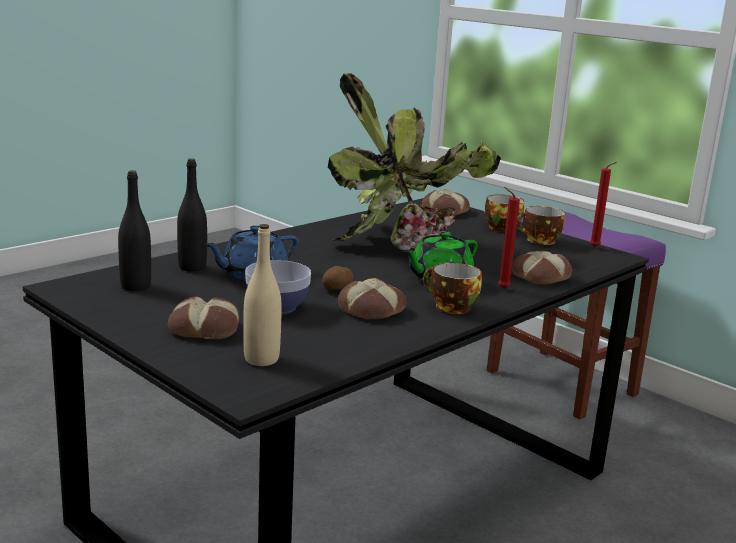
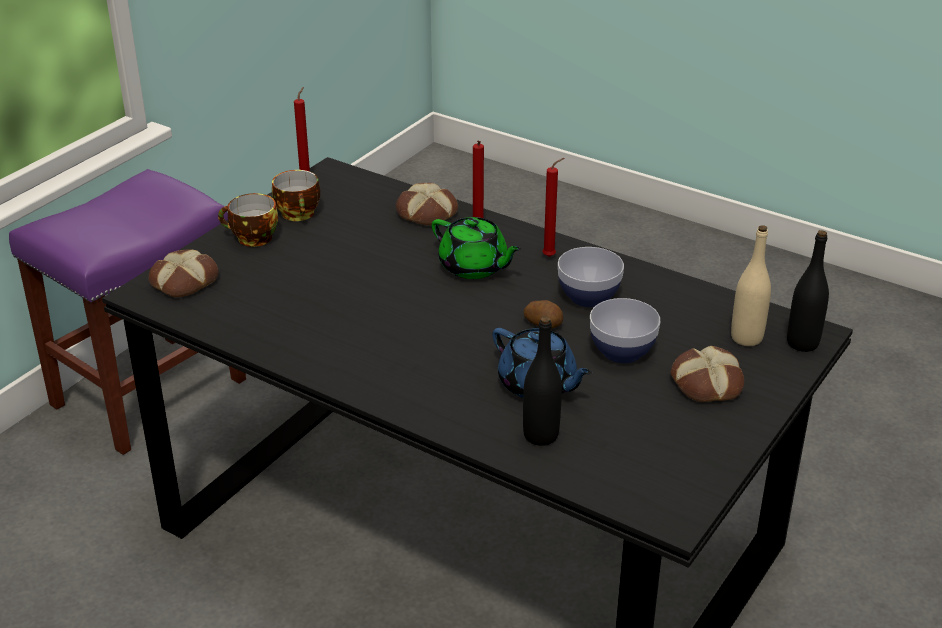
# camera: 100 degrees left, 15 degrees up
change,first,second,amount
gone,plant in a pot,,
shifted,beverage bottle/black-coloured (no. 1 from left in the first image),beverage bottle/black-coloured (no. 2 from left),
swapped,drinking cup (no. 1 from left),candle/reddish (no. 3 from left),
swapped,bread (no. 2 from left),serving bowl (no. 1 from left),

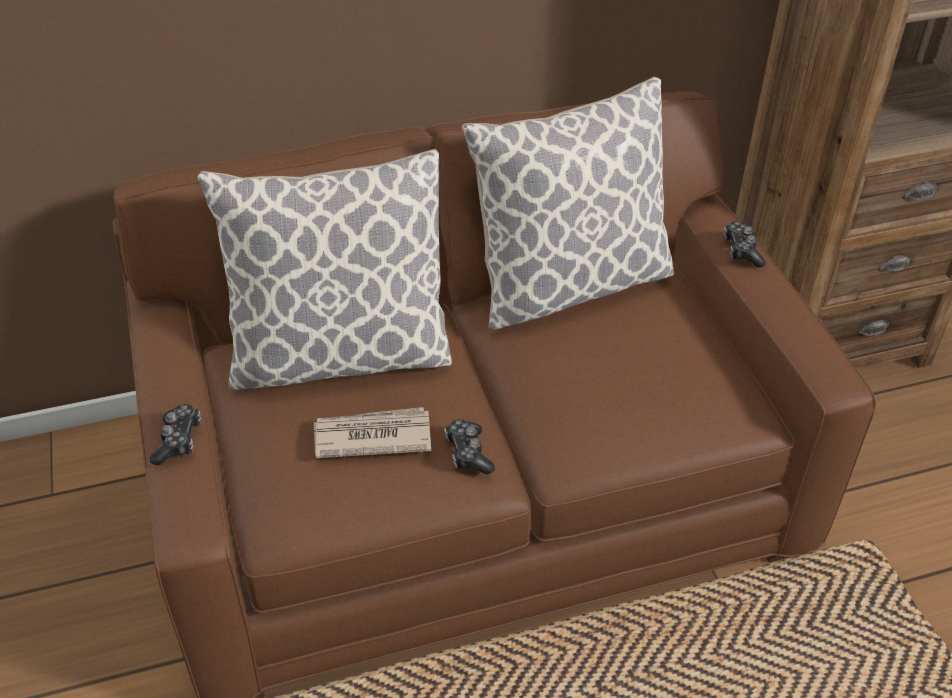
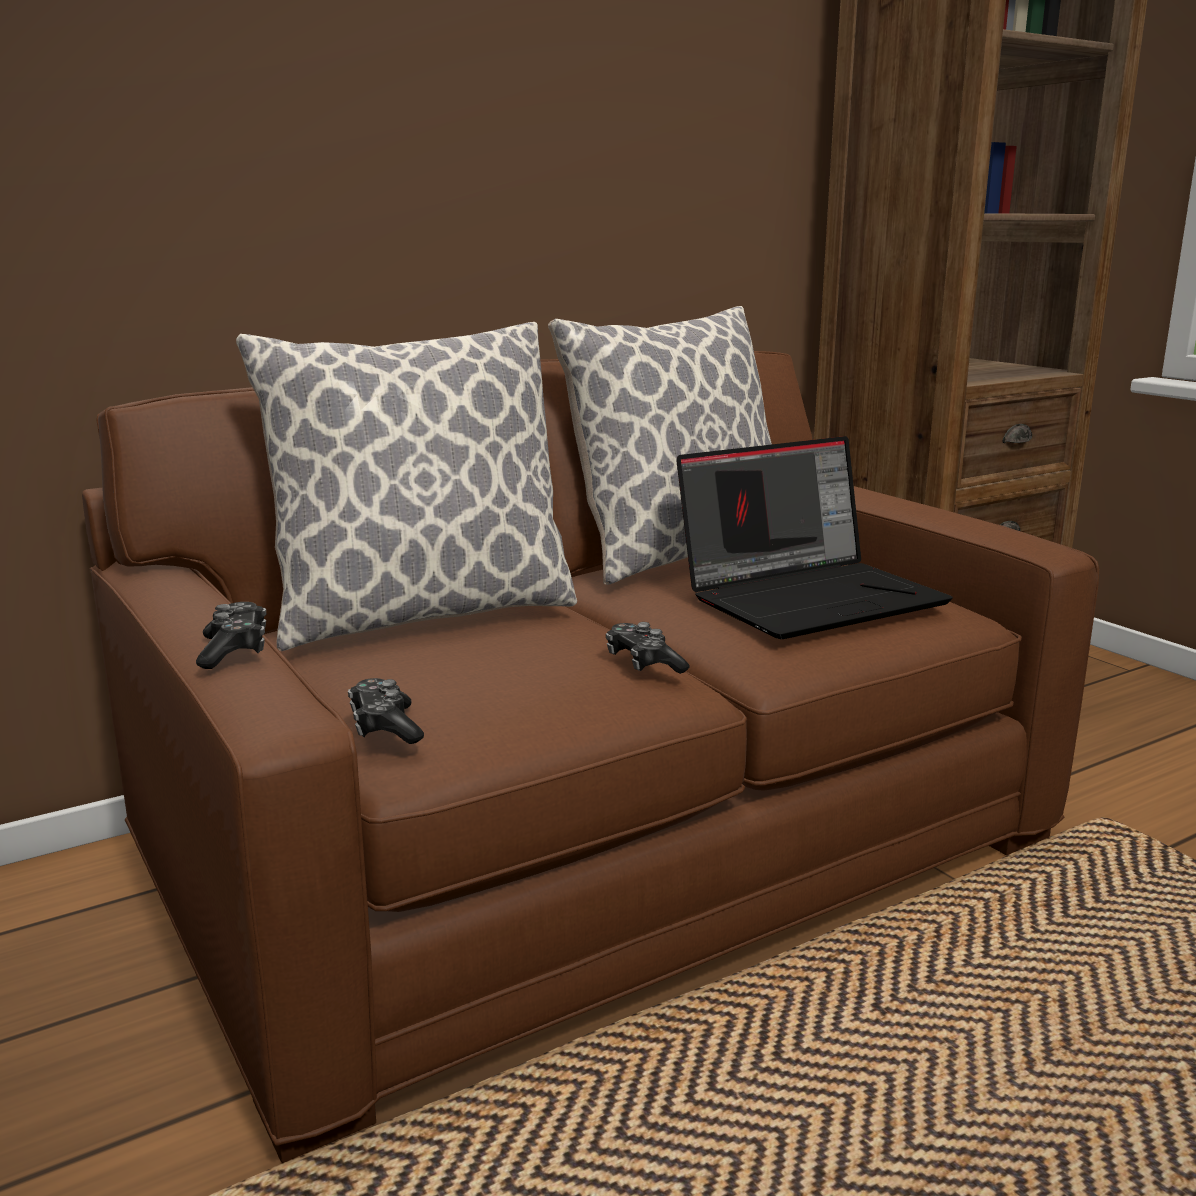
# camera: 15 degrees left, 25 degrees down
change,first,second,amount
shifted,gamepad (no. 3 from left in the first image),gamepad (no. 2 from left),
gone,printed paper,,
new,,laptop,

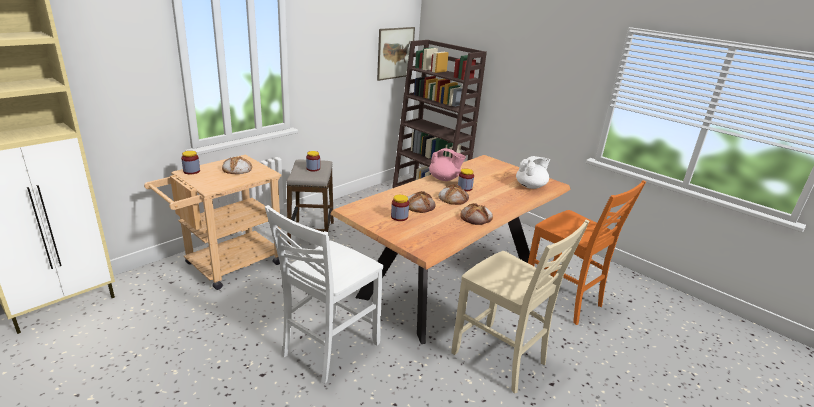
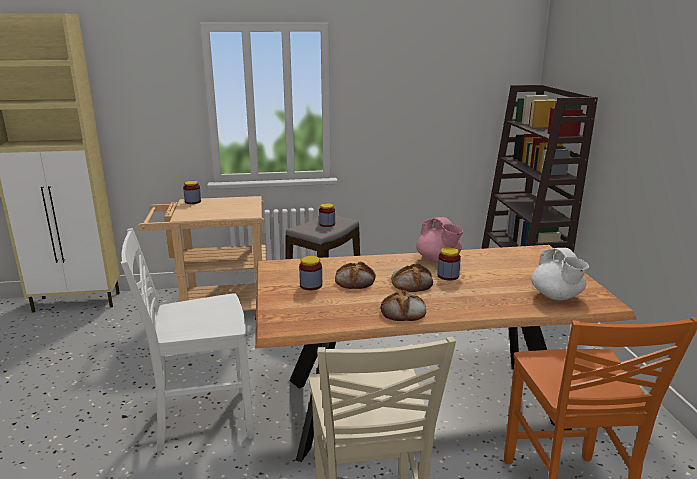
# camera: 40 degrees right, 5 degrees down
change,first,second,amount
gone,wall art,,
gone,bread (no. 1 from left),,
rotated,teapot/whitish,,75 degrees clockwise

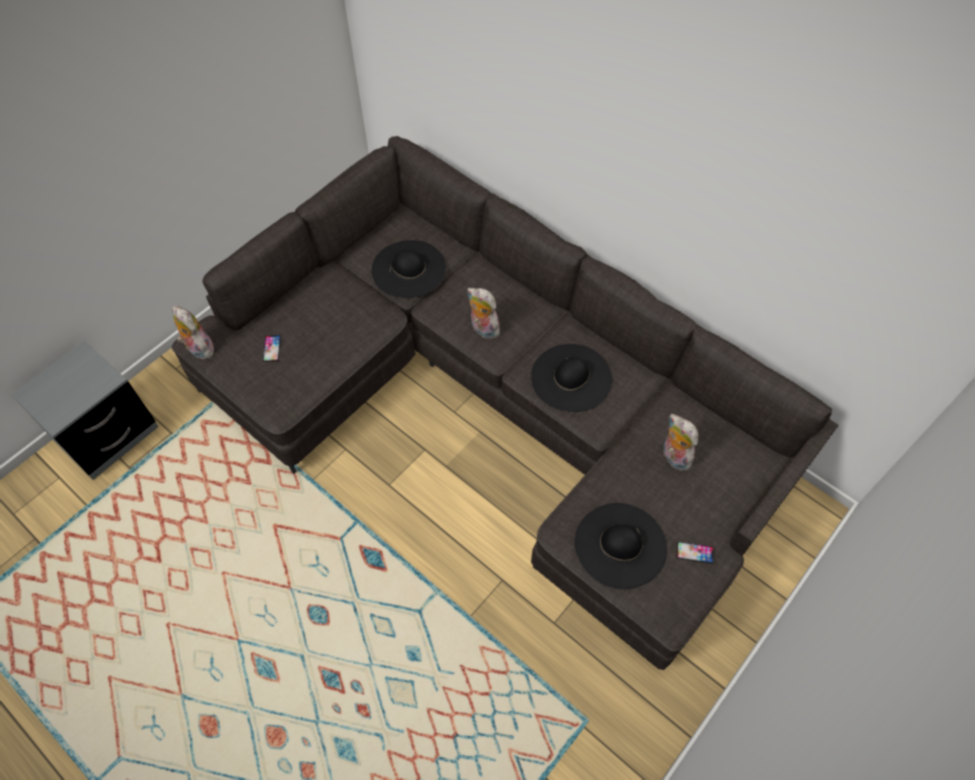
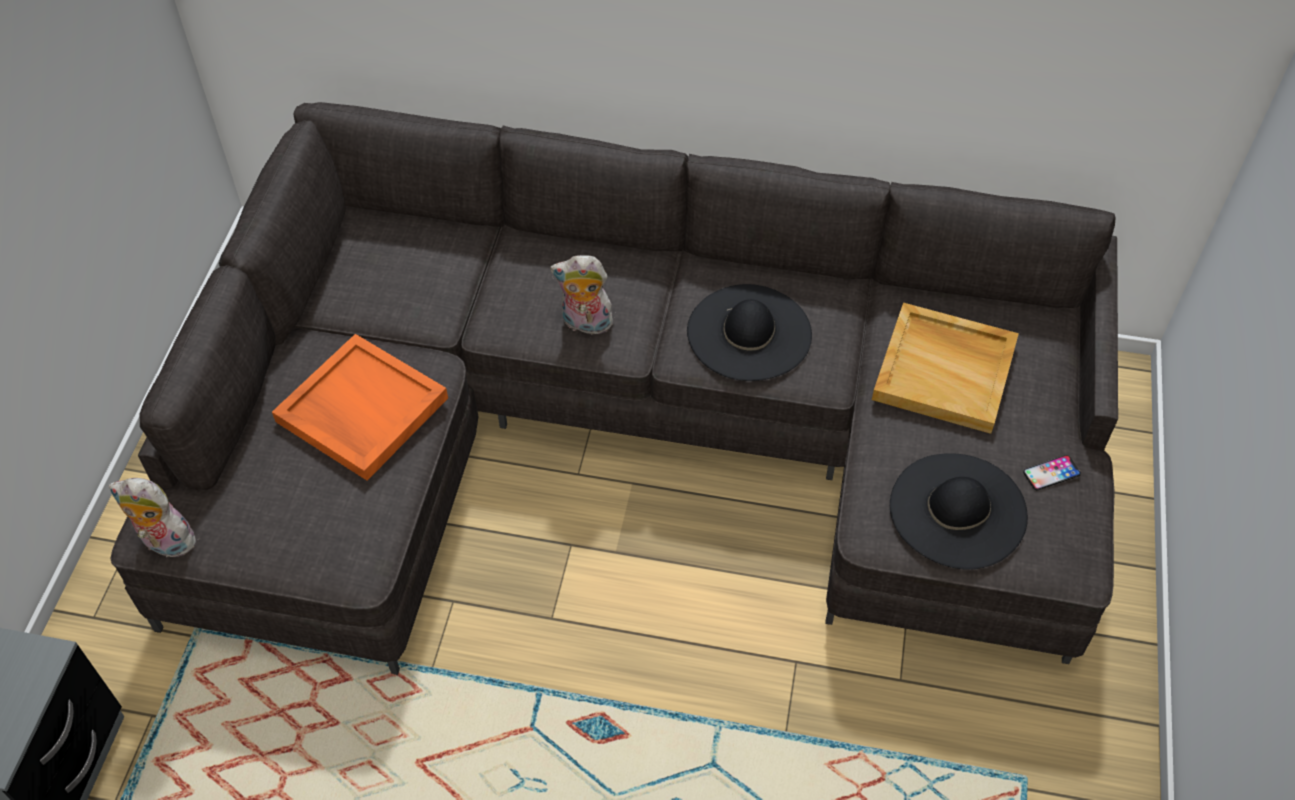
# camera: 30 degrees left, 5 degrees down
change,first,second,amount
gone,hat/black-coloured (no. 1 from left),,
gone,handset (no. 1 from left),,
swapped,plush toy (no. 3 from left),carrying tray/beige,
new,,carrying tray/orange,

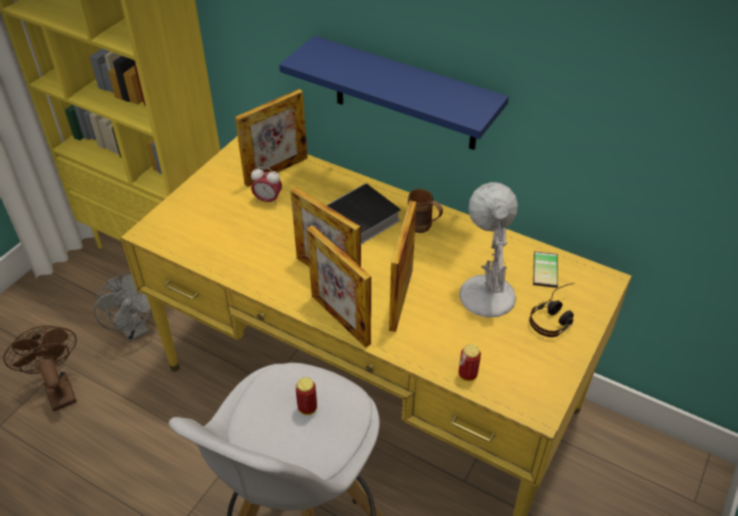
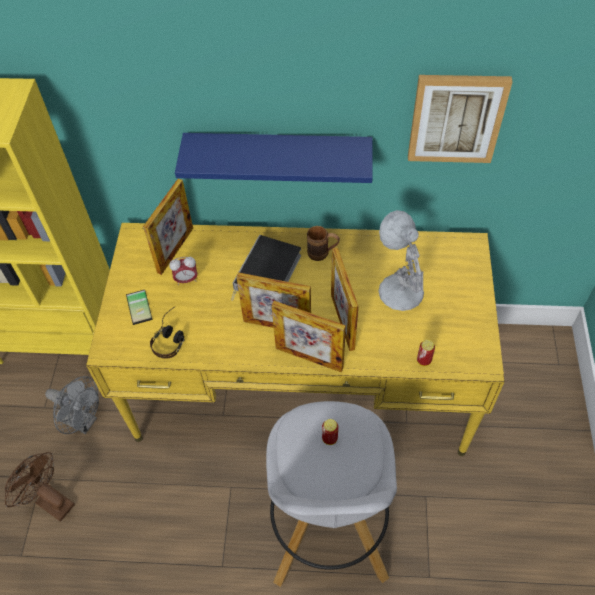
# camera: 25 degrees left, 10 degrees up
change,first,second,amount
shifted,handset,,
shifted,pair of headphones,,
new,,wall art,

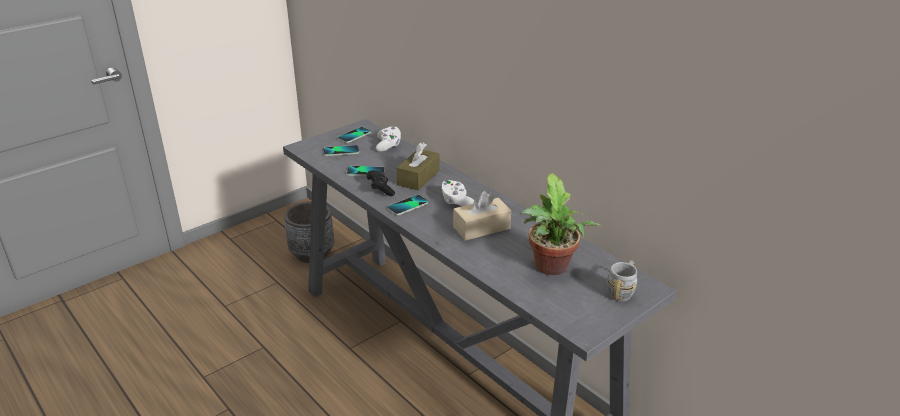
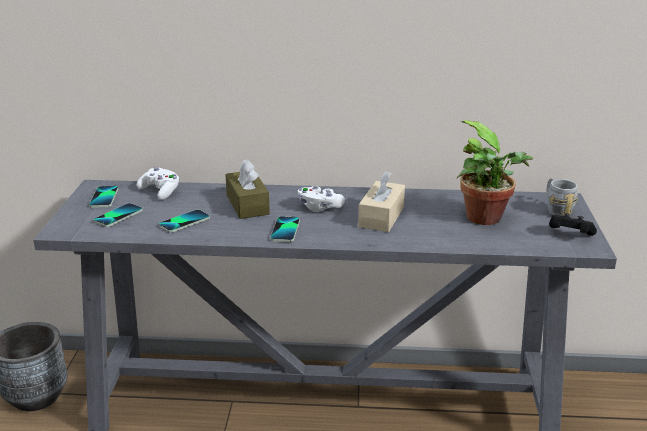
# camera: 45 degrees left, 5 degrees down
change,first,second,amount
shifted,gamepad/black-coloured,,

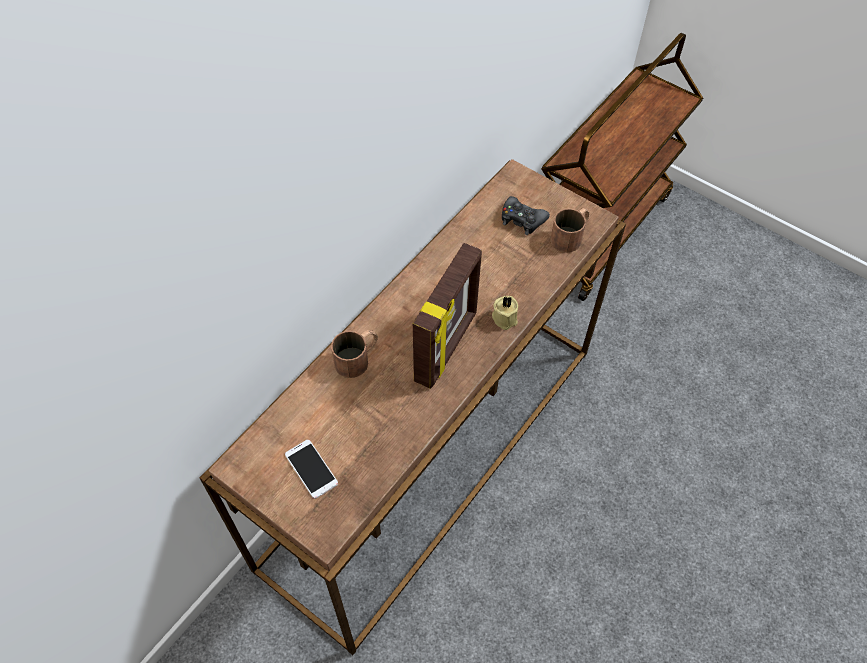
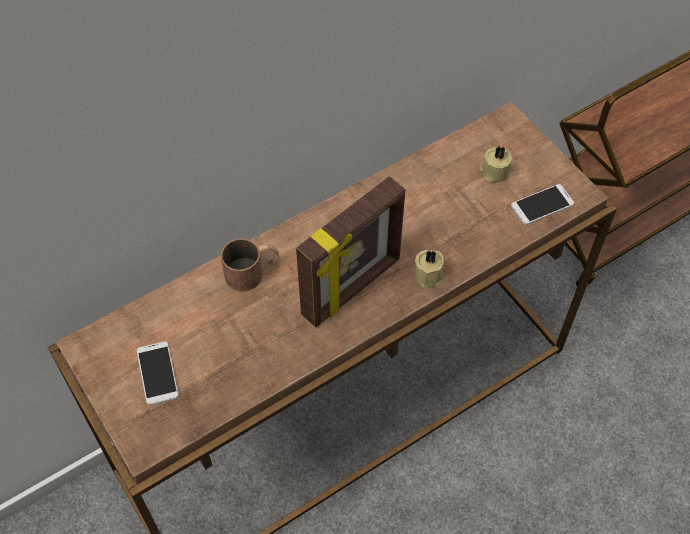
# camera: 20 degrees right, 0 degrees up
change,first,second,amount
swapped,gamepad/black-coloured,candle/beige (no. 2 from left),
swapped,mug/brown (no. 2 from left),handset (no. 2 from left),

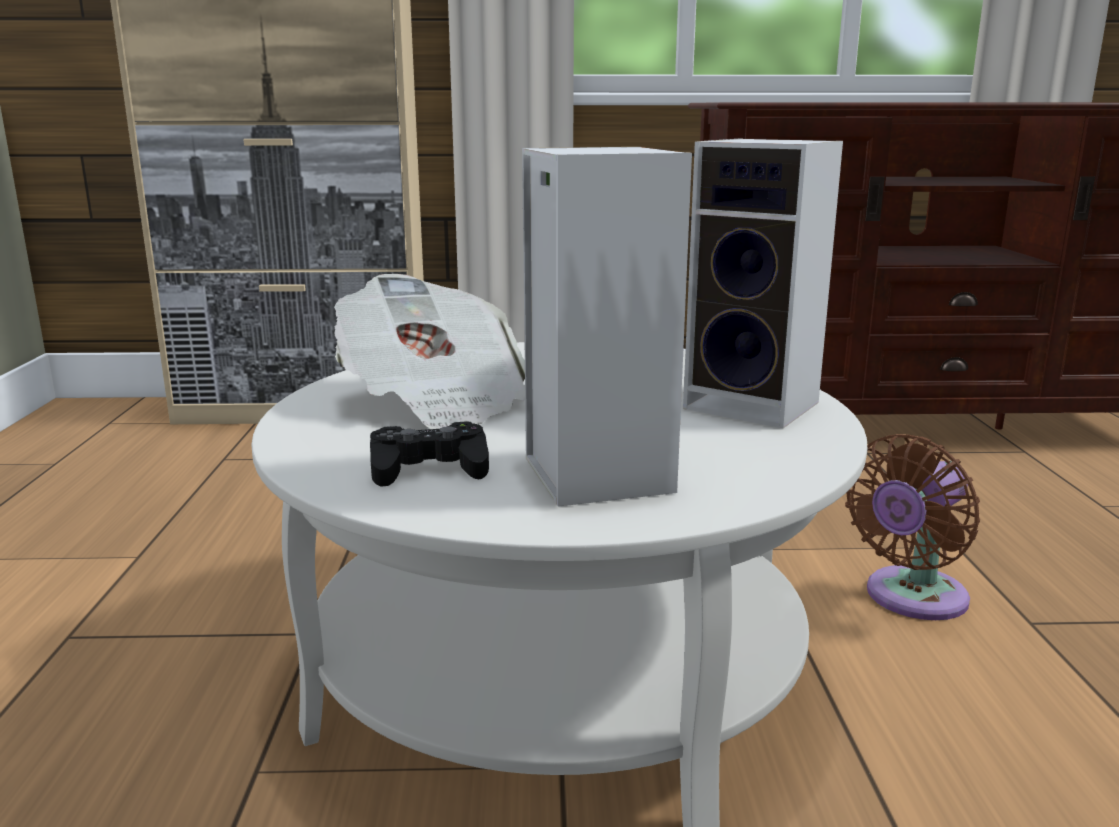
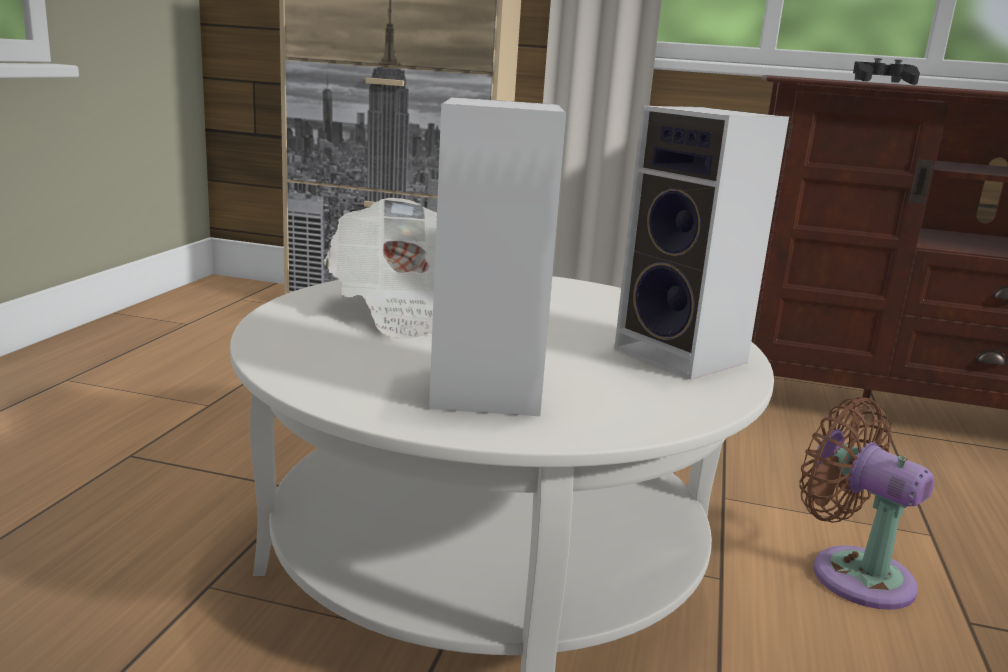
# camera: 15 degrees right, 0 degrees up
change,first,second,amount
shifted,gamepad/black-coloured,,
rotated,cooling fan/brown,,75 degrees clockwise

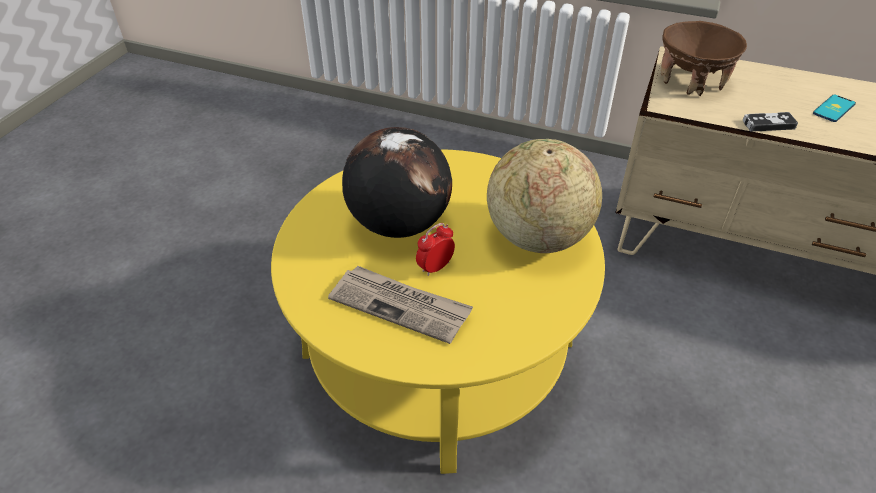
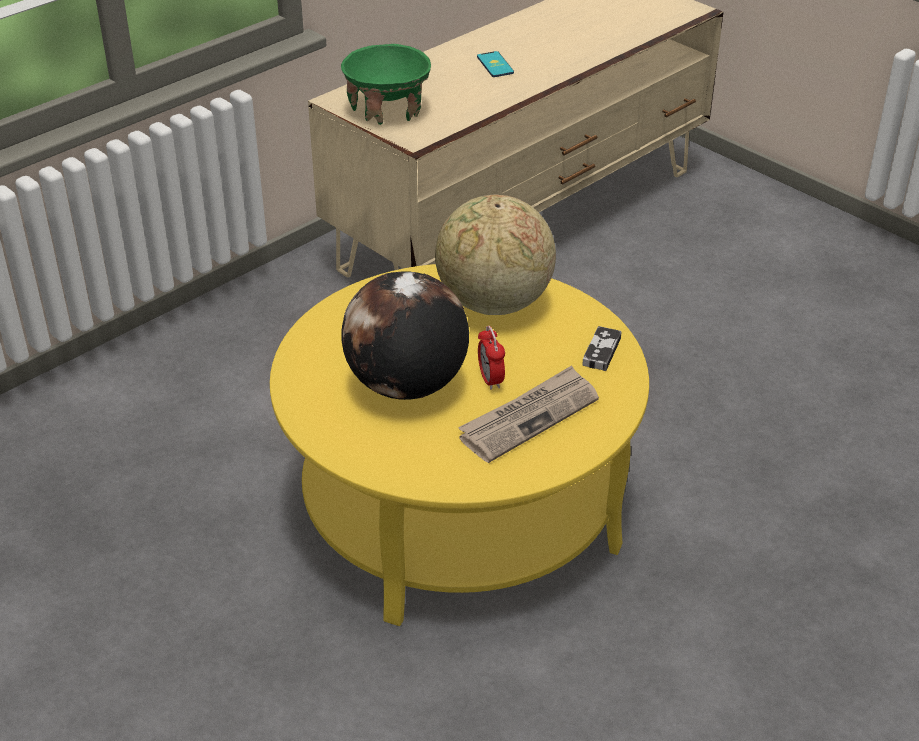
# camera: 65 degrees left, 5 degrees down
change,first,second,amount
repainted,serving bowl/brown,serving bowl/green-coloured,
shifted,gamepad,,

